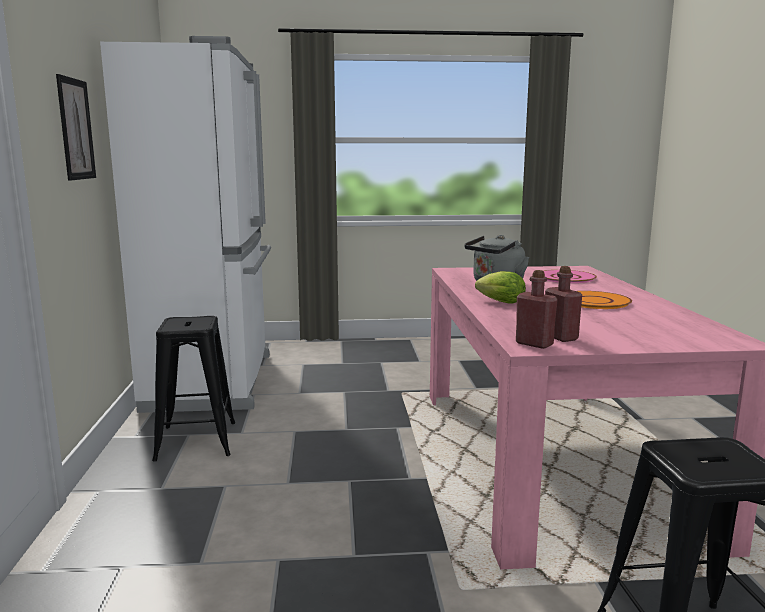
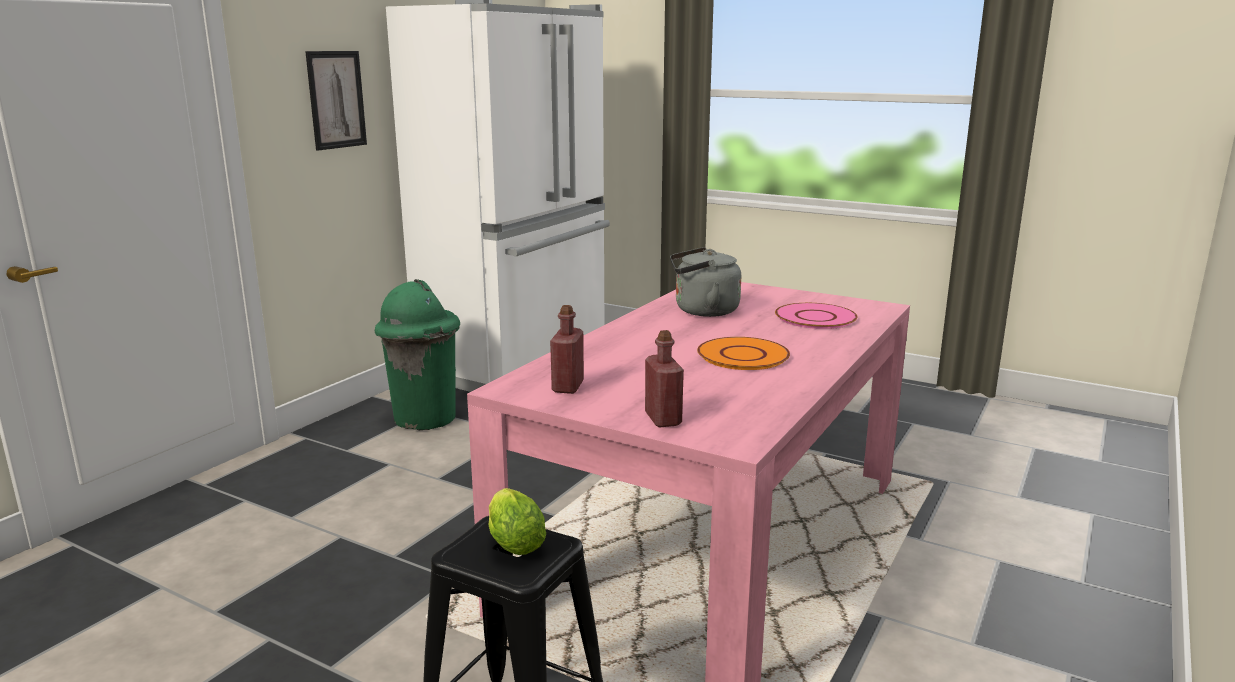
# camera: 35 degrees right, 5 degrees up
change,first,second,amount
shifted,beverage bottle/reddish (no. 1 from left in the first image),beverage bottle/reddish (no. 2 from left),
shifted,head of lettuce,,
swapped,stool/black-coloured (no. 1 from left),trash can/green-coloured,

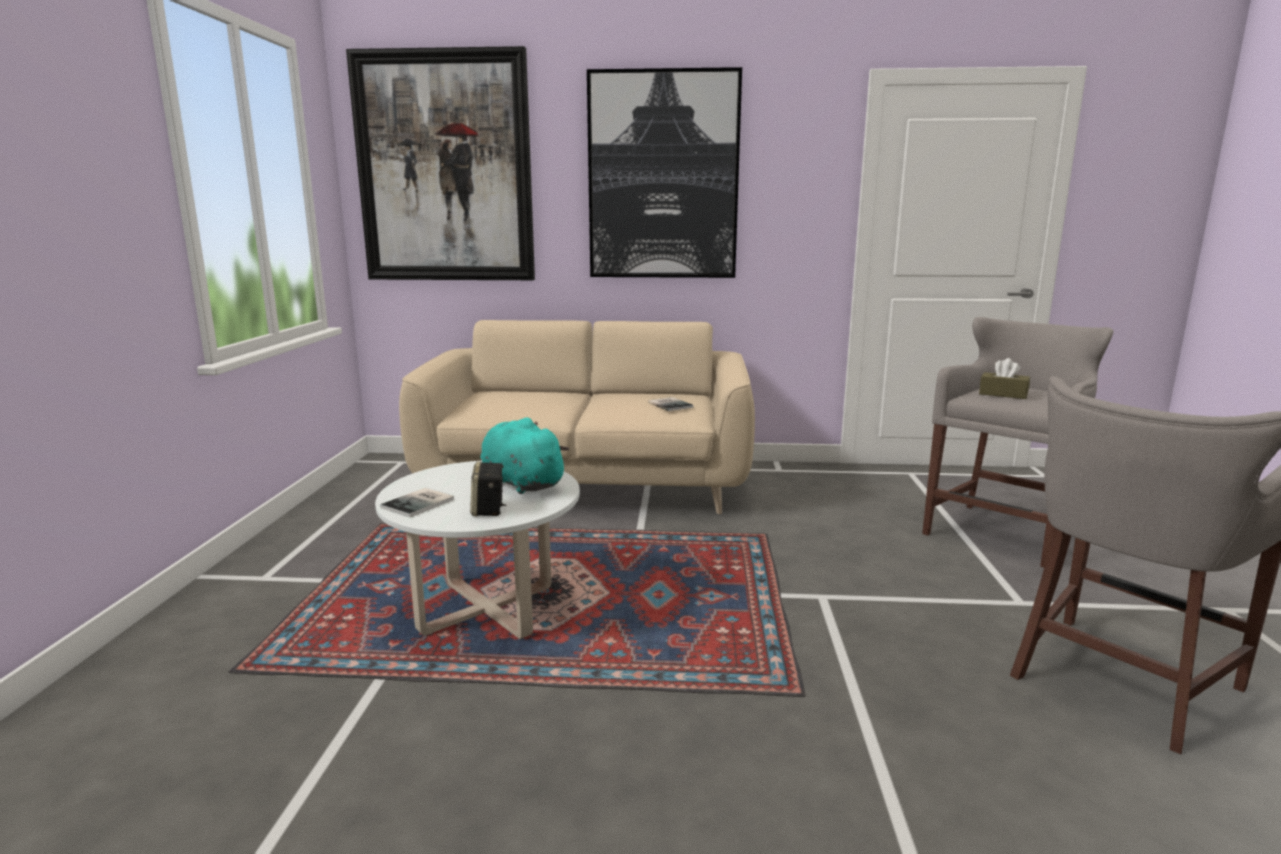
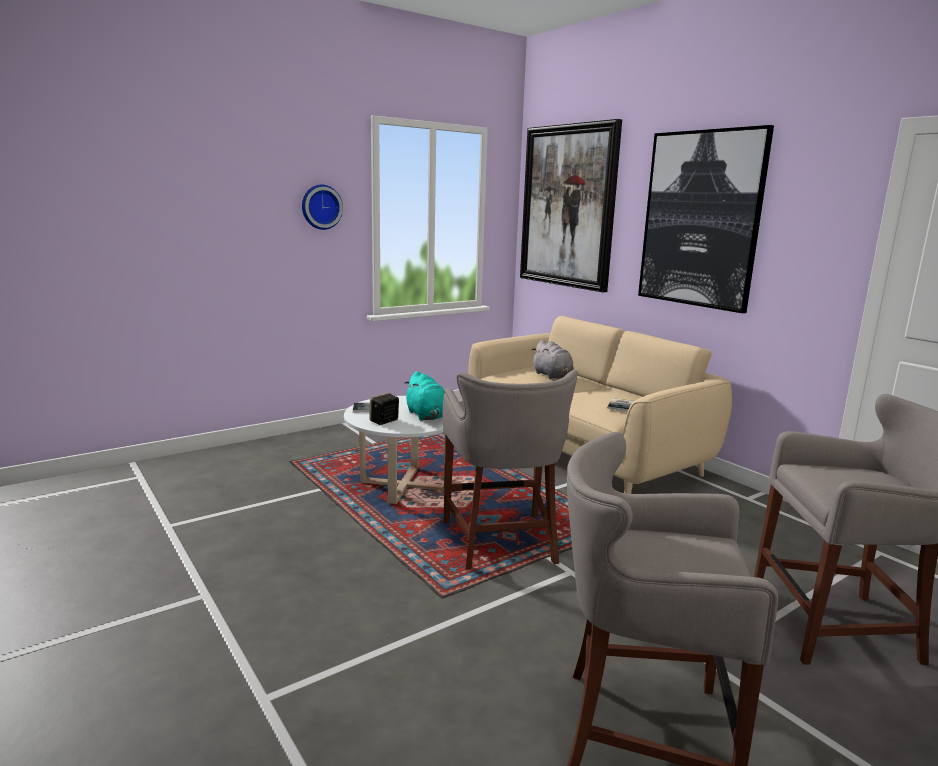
# camera: 50 degrees right, 0 degrees up
change,first,second,amount
gone,box of tissues/brown,,
rotated,plush toy/blue-green,,150 degrees clockwise
new,,clock on the wall,
new,,plush toy/gray,
new,,stool/gray (no. 1 from left),

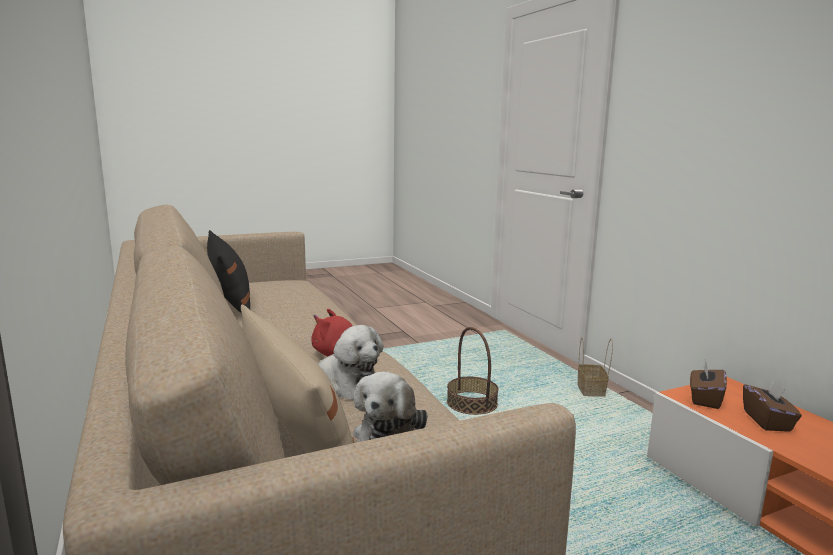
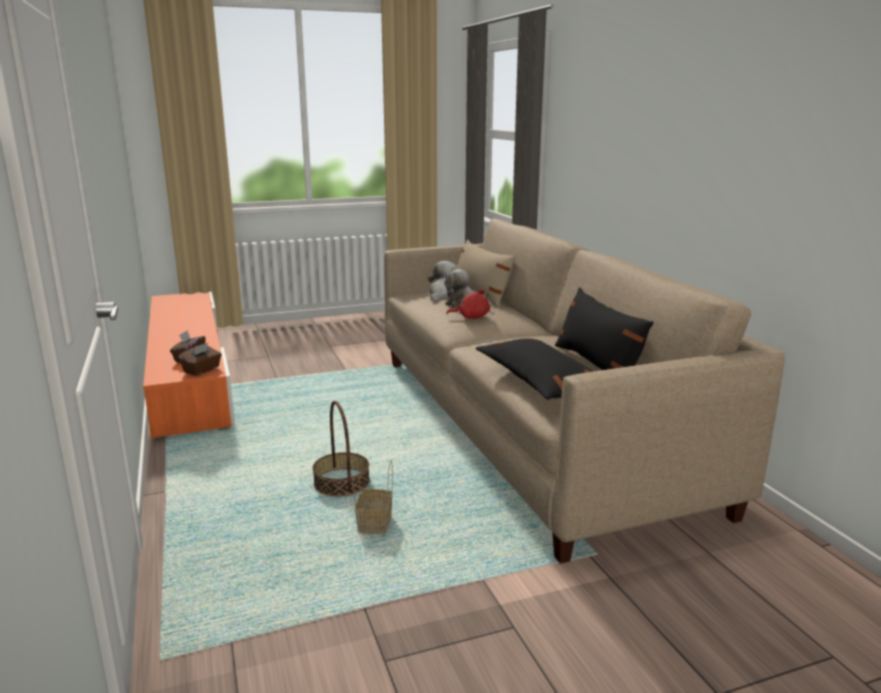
# camera: 175 degrees left, 5 degrees up
change,first,second,amount
shifted,household basket (no. 2 from left),,
new,,pillow/black-coloured (no. 1 from left),

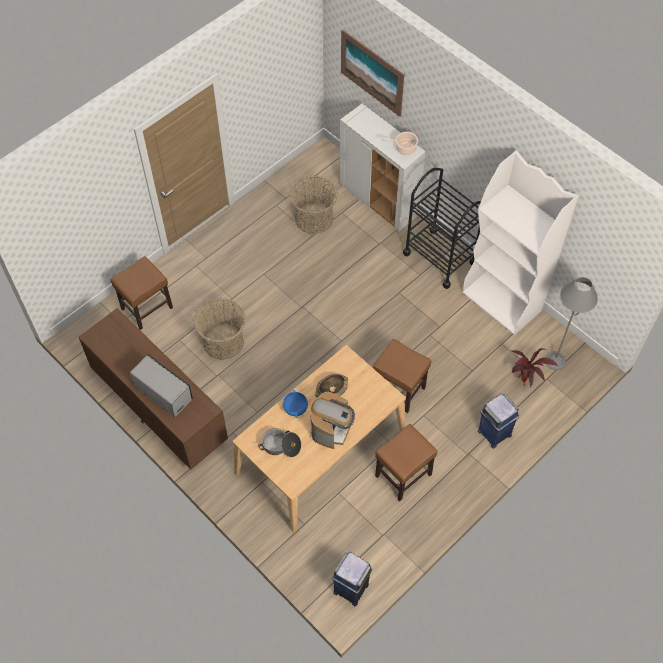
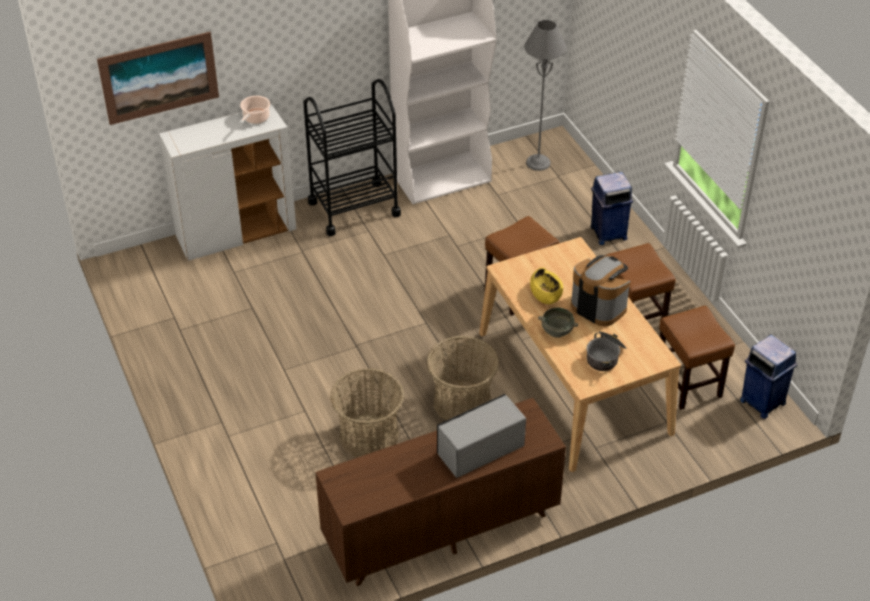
# camera: 70 degrees left, 15 degrees down
change,first,second,amount
shifted,household basket (no. 2 from left),,
shifted,stool/brown (no. 1 from left in the first image),stool/brown (no. 3 from left),
gone,plant in a pot,,
repainted,serving bowl/brown,serving bowl/yellowish,
repainted,serving bowl/blue-coloured,serving bowl/gray,

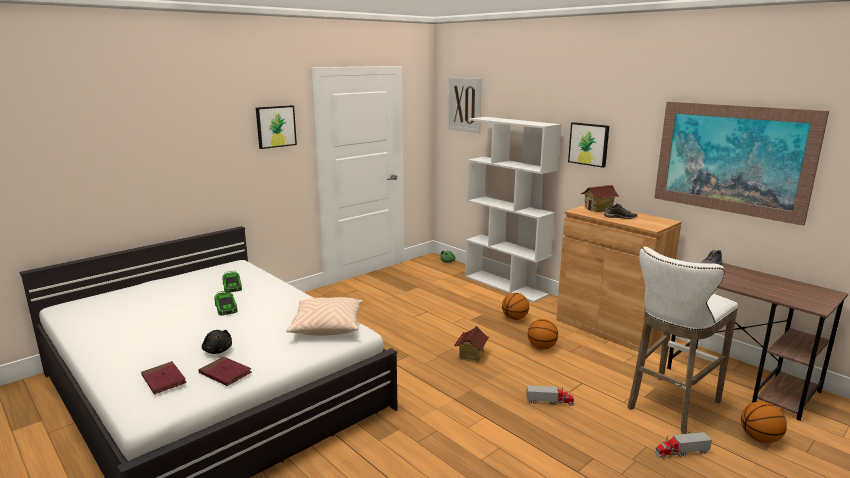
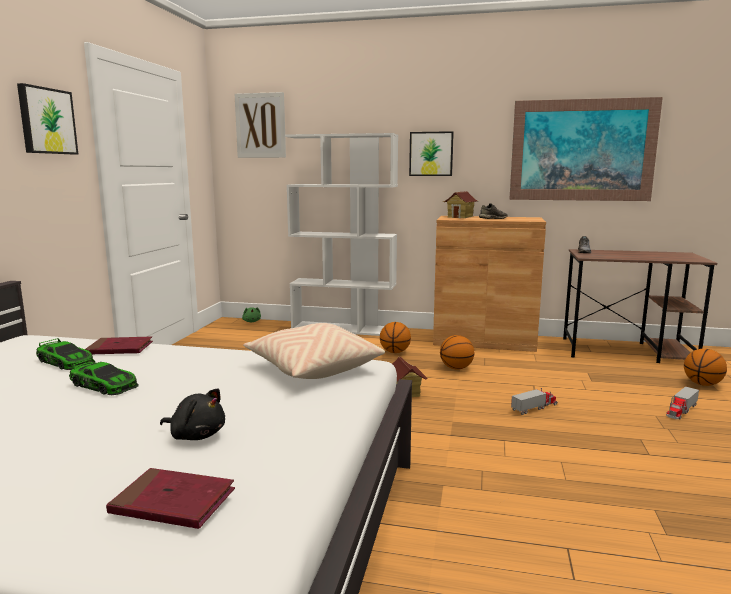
# camera: 35 degrees left, 5 degrees down
change,first,second,amount
gone,stool/whitish,,
shifted,volume/reddish (no. 2 from left in the first image),volume/reddish (no. 1 from left),

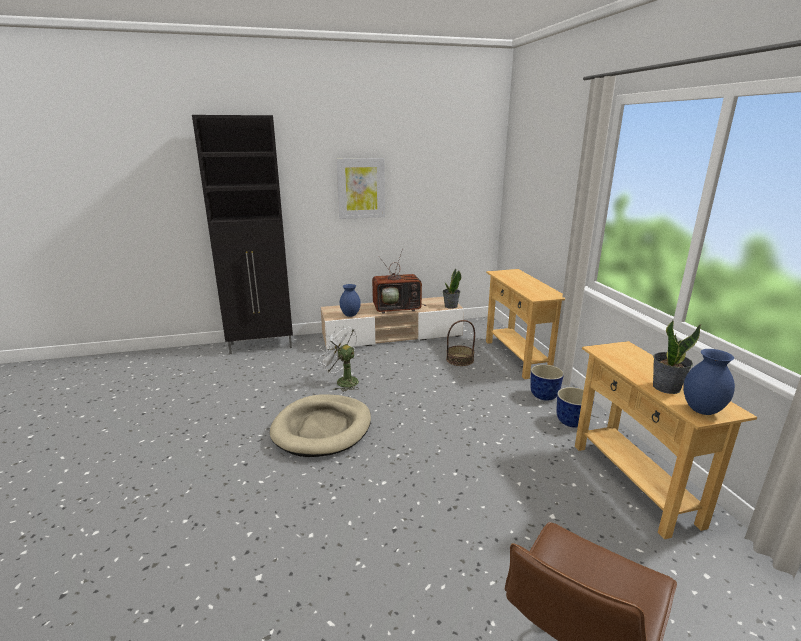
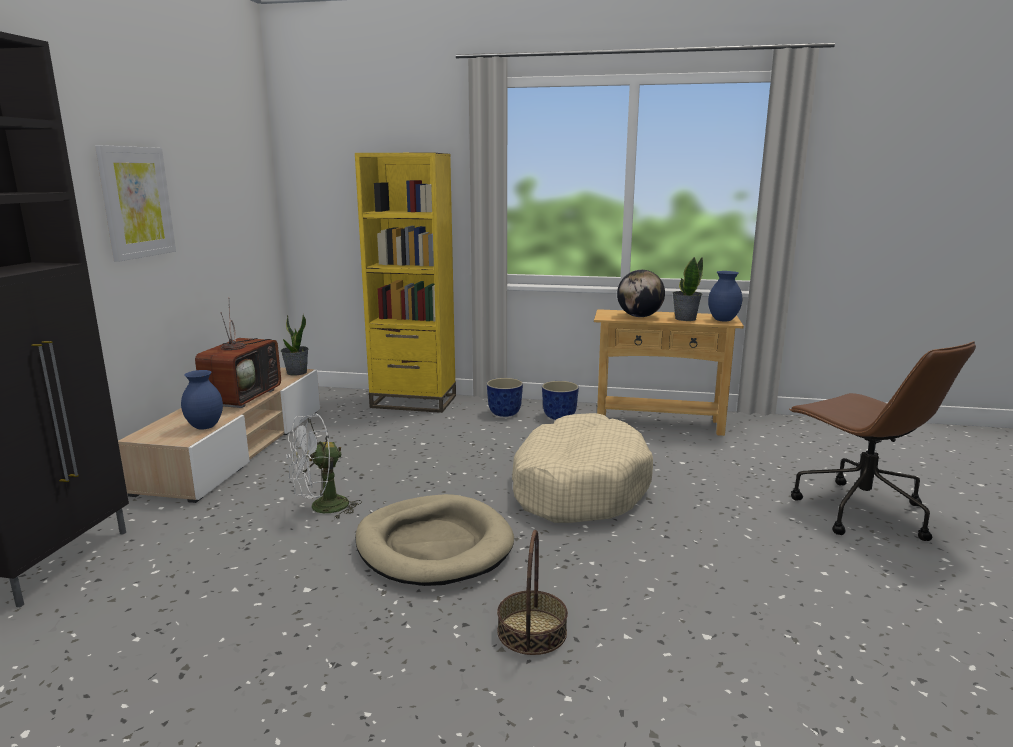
# camera: 65 degrees left, 5 degrees down
change,first,second,amount
swapped,hall table/beige (no. 1 from left),bookshelf/yellowish,
shifted,household basket,,
new,,desk globe,
new,,pet bed/beige (no. 2 from left),

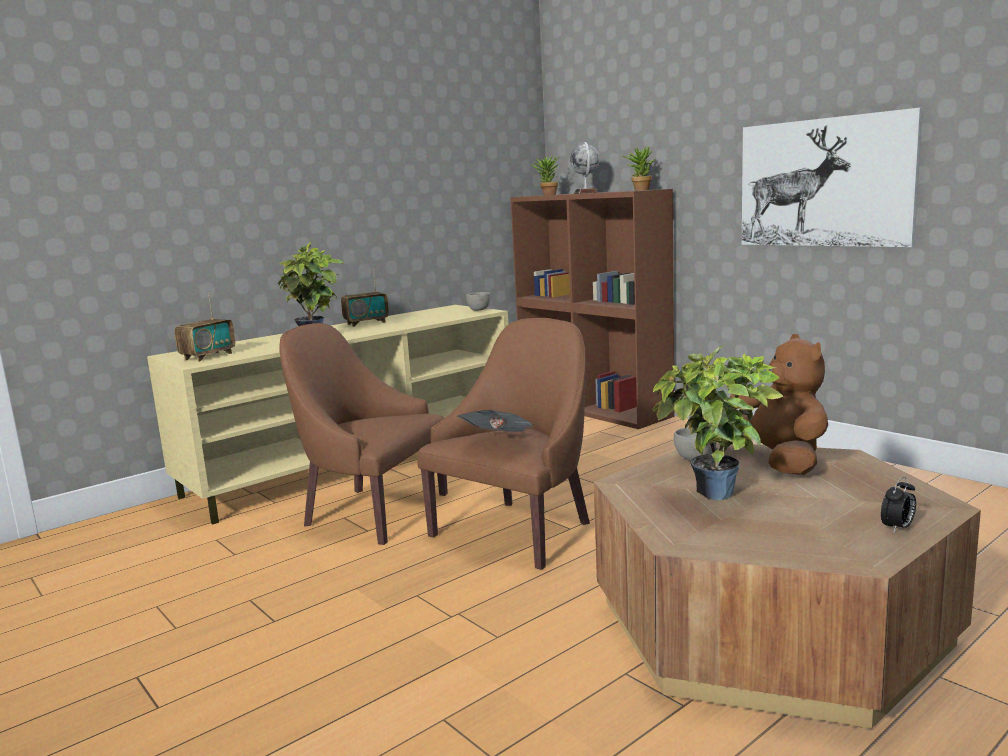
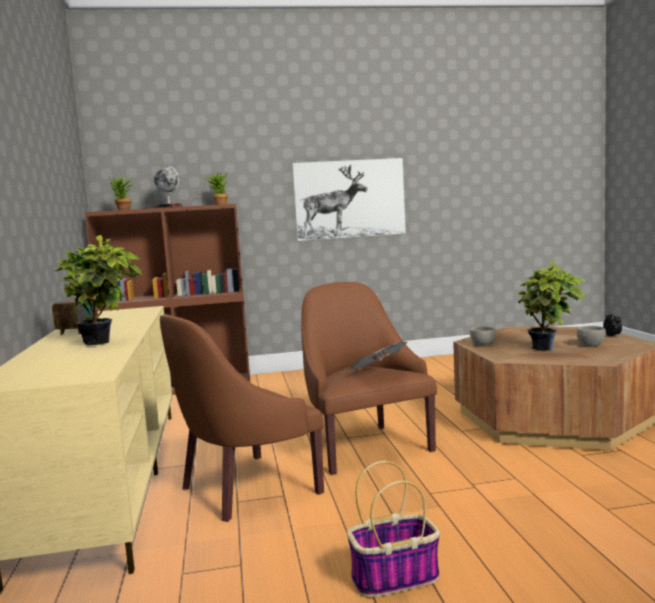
# camera: 60 degrees left, 5 degrees down
change,first,second,amount
gone,radio (no. 1 from left),,
shifted,serving bowl/gray (no. 1 from left in the first image),serving bowl/gray (no. 2 from left),
gone,plush toy/brown,,
new,,household basket,

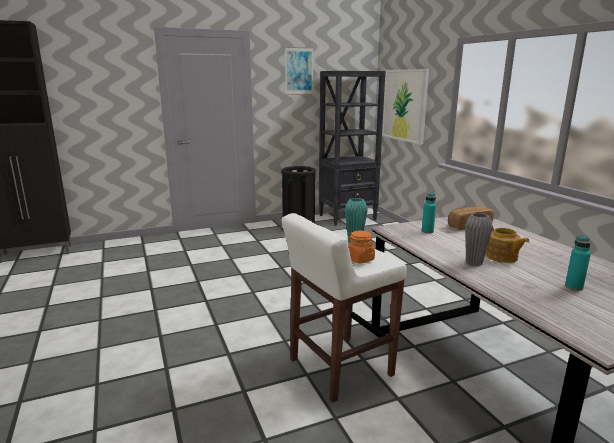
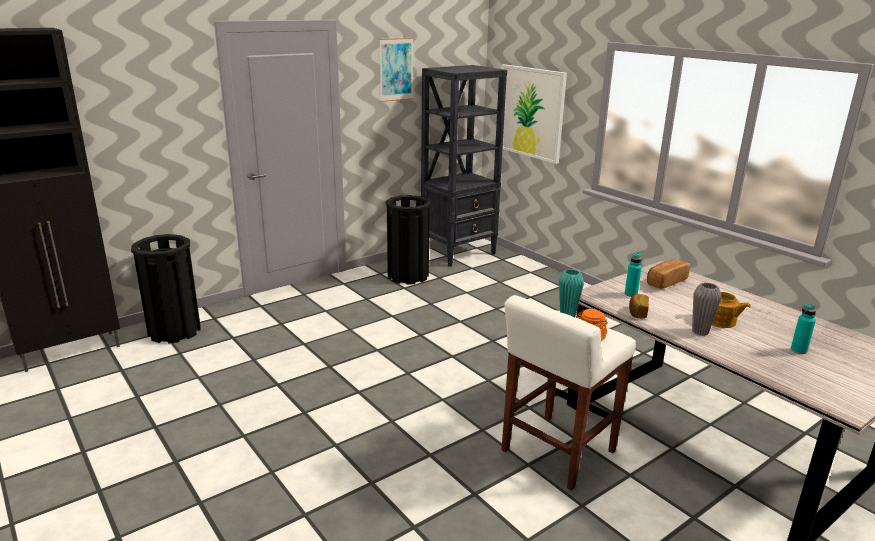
# camera: 15 degrees left, 5 degrees up
change,first,second,amount
new,,trash can/black-coloured (no. 1 from left),
new,,bread (no. 1 from left),

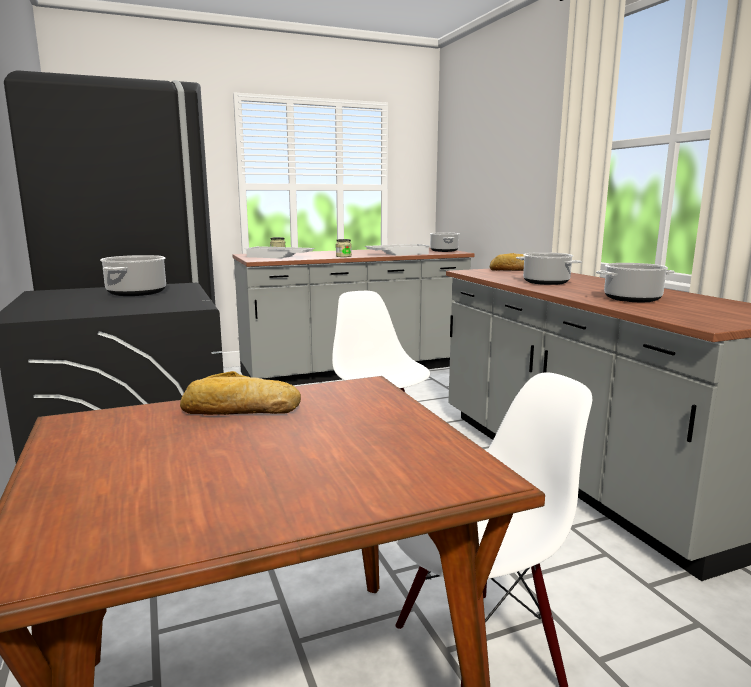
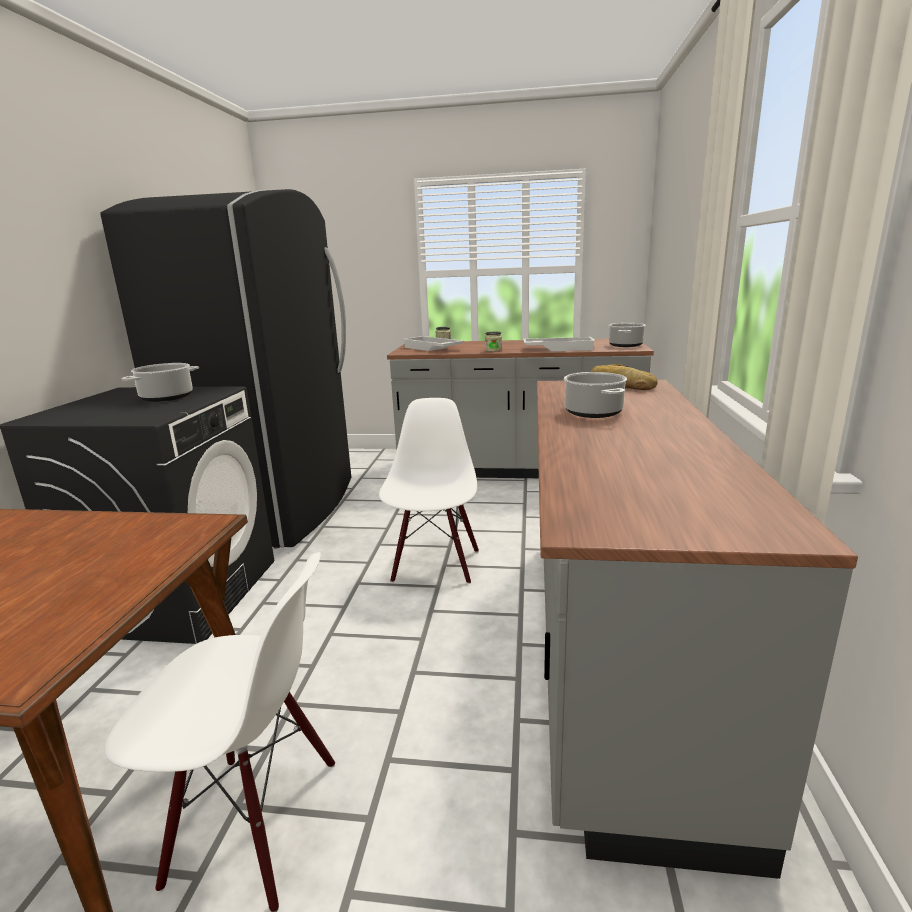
# camera: 30 degrees right, 5 degrees up
change,first,second,amount
gone,stockpot (no. 4 from left),,
gone,bread (no. 1 from left),,

